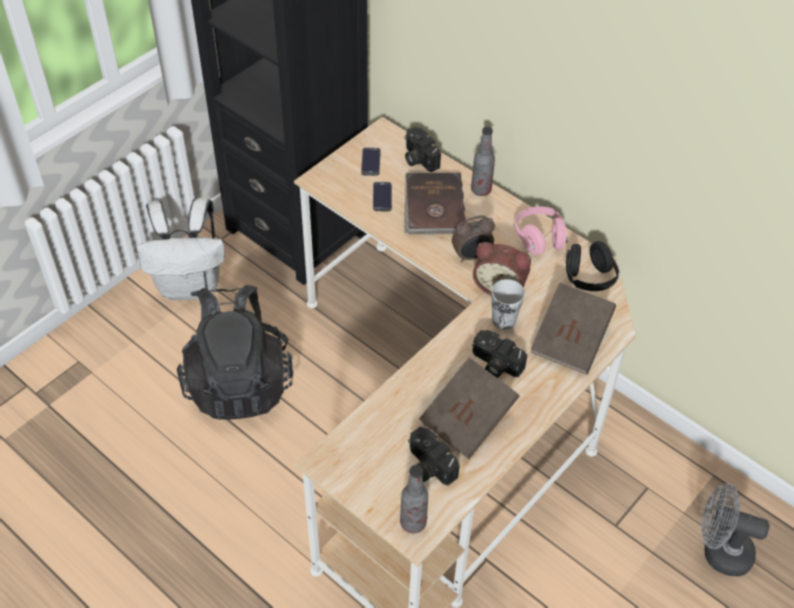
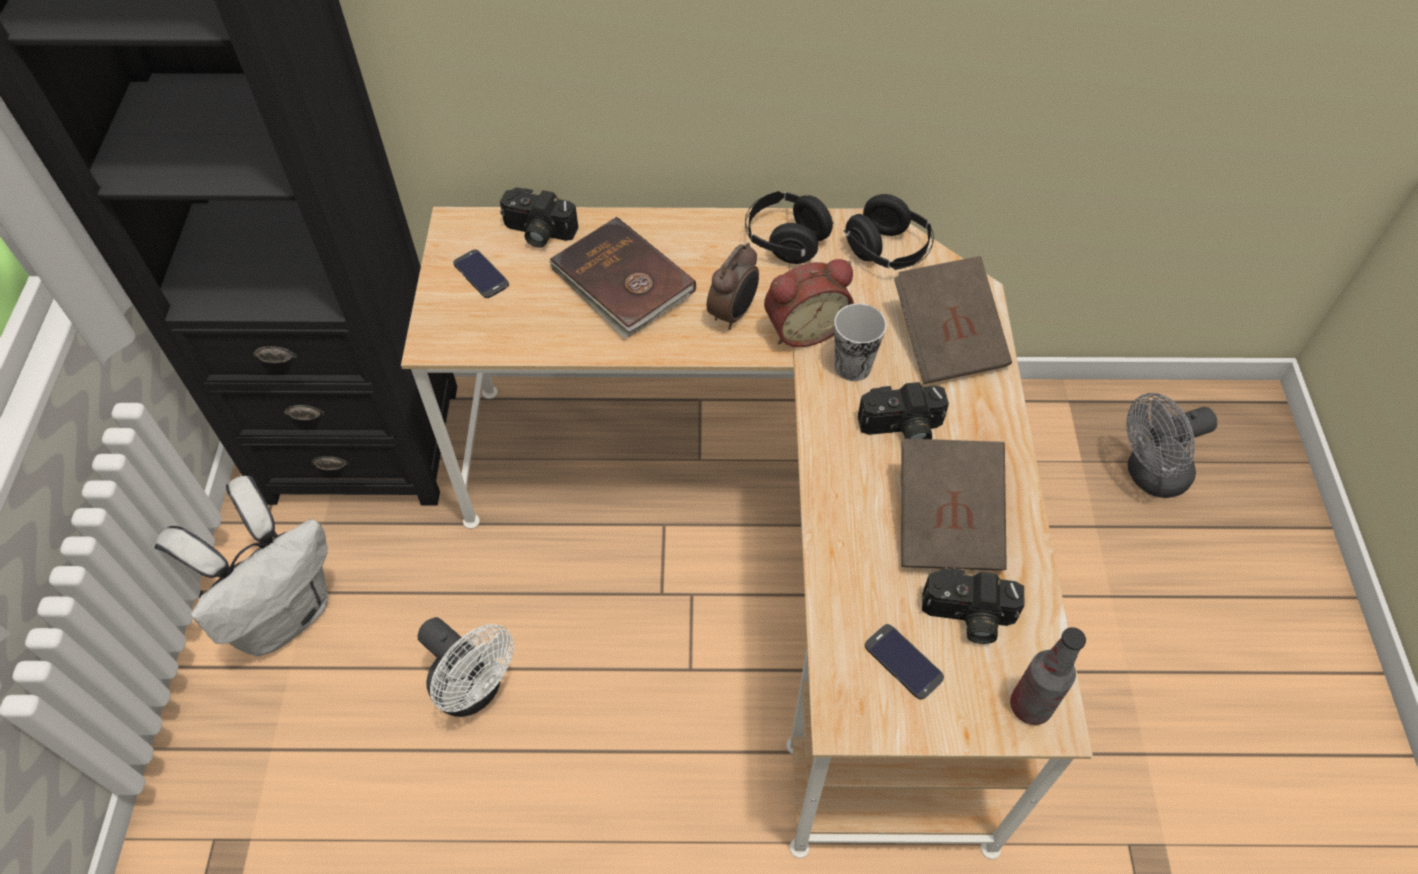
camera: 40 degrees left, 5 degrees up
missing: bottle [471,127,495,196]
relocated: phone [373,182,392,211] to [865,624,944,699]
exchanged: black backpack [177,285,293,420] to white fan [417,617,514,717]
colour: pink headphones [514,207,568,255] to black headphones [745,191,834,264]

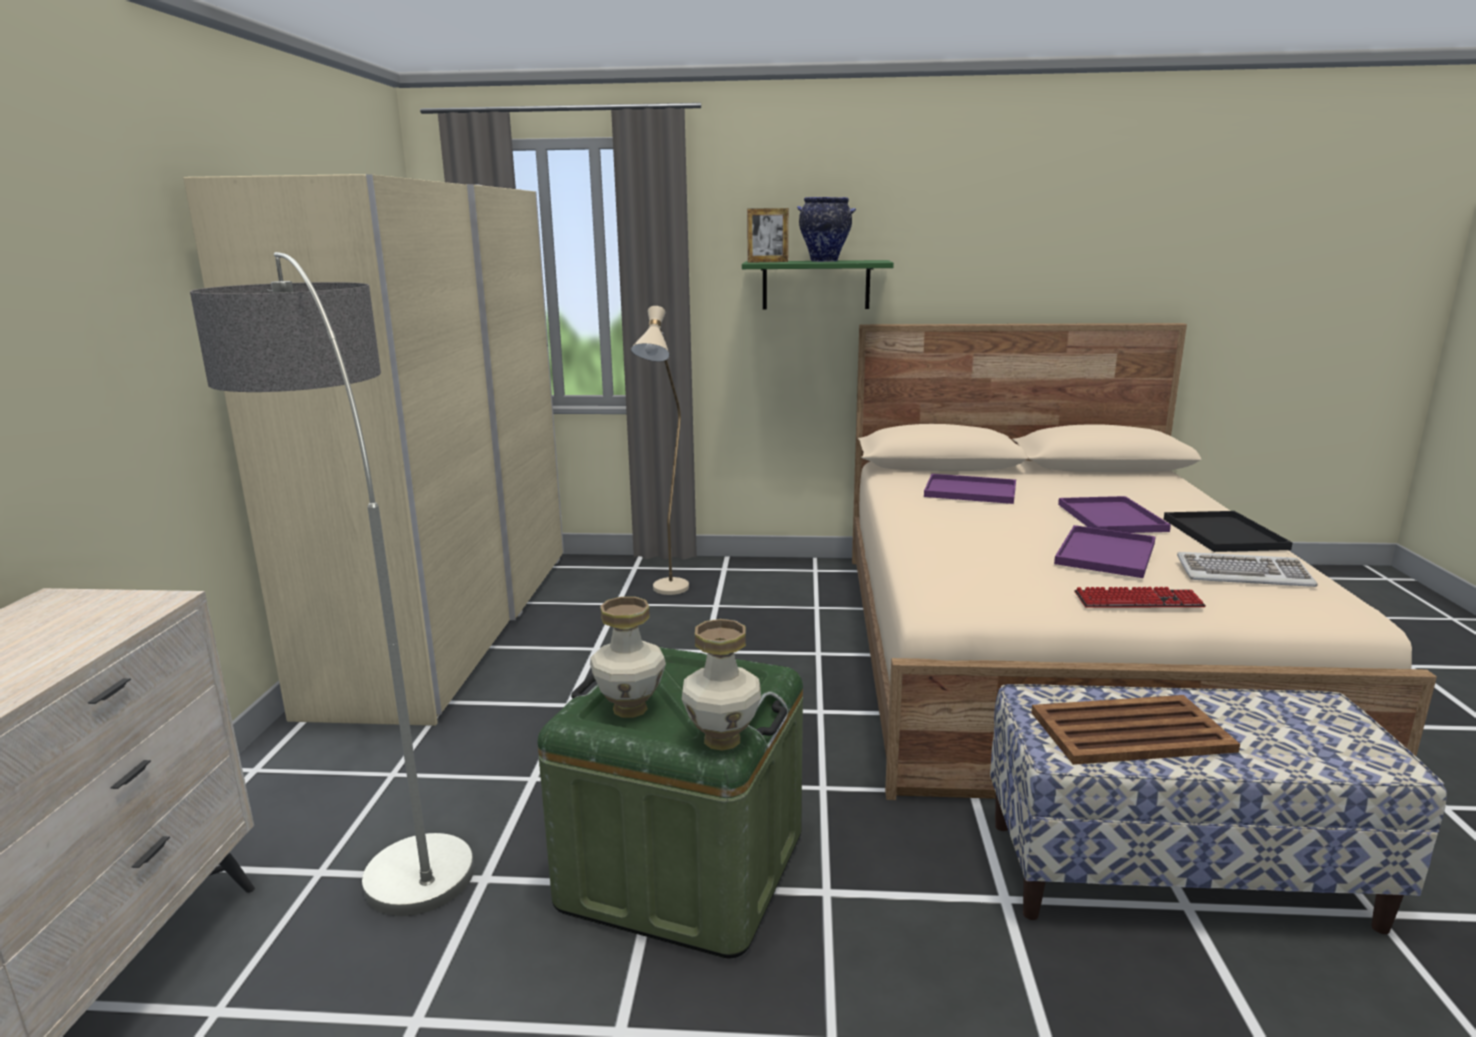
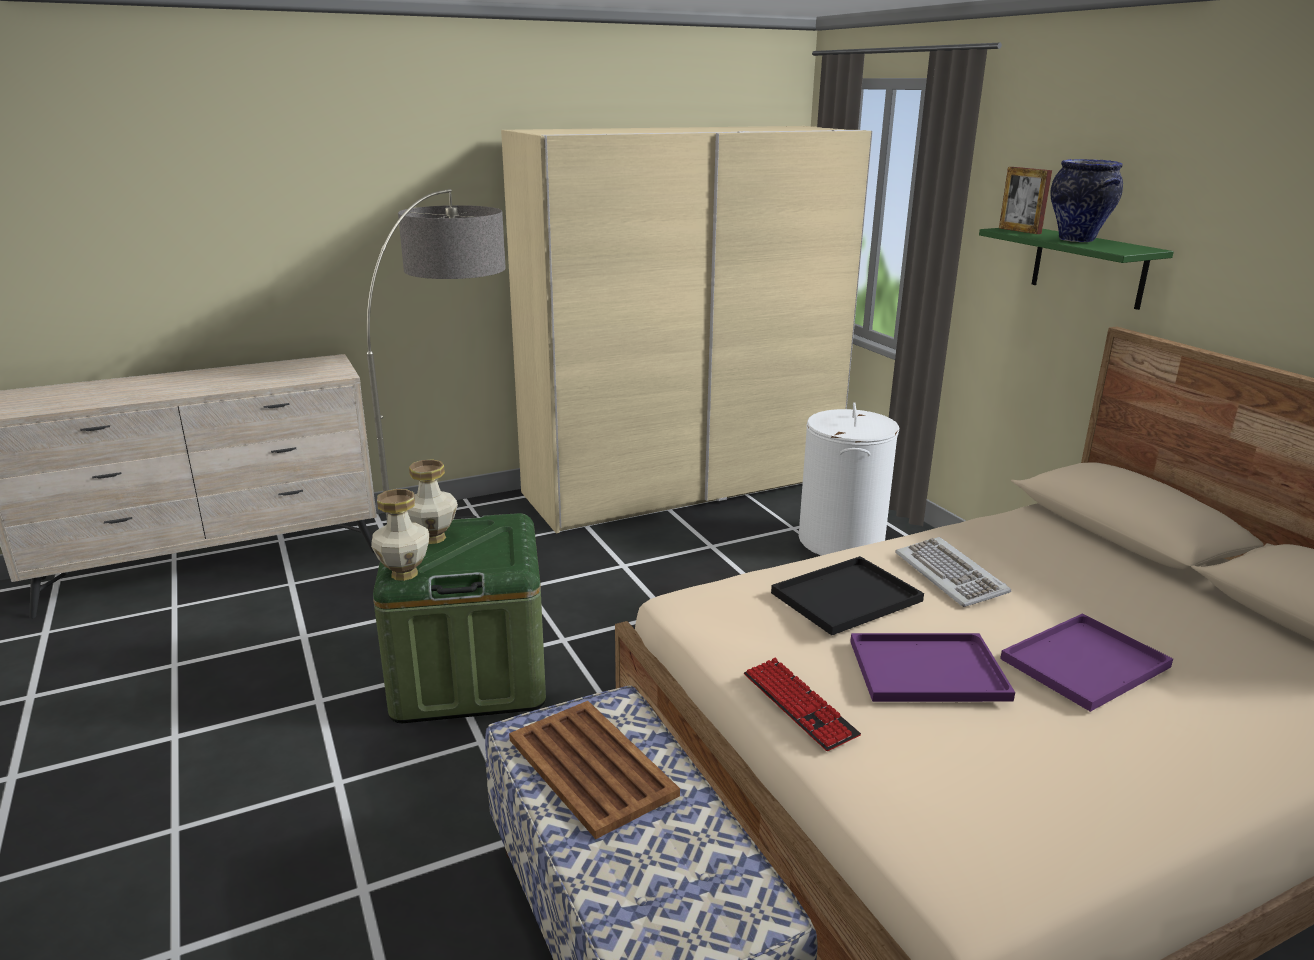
camera: 60 degrees right, 5 degrees up
missing: purple tray [924,474,1016,504]
relocated: black tray [1164,511,1293,552] to [771,556,924,635]; keyboard [1177,552,1318,587] to [895,537,1011,607]
exchanged: beige floor lamp [631,306,689,595] to white laundry basket [799,402,899,556]

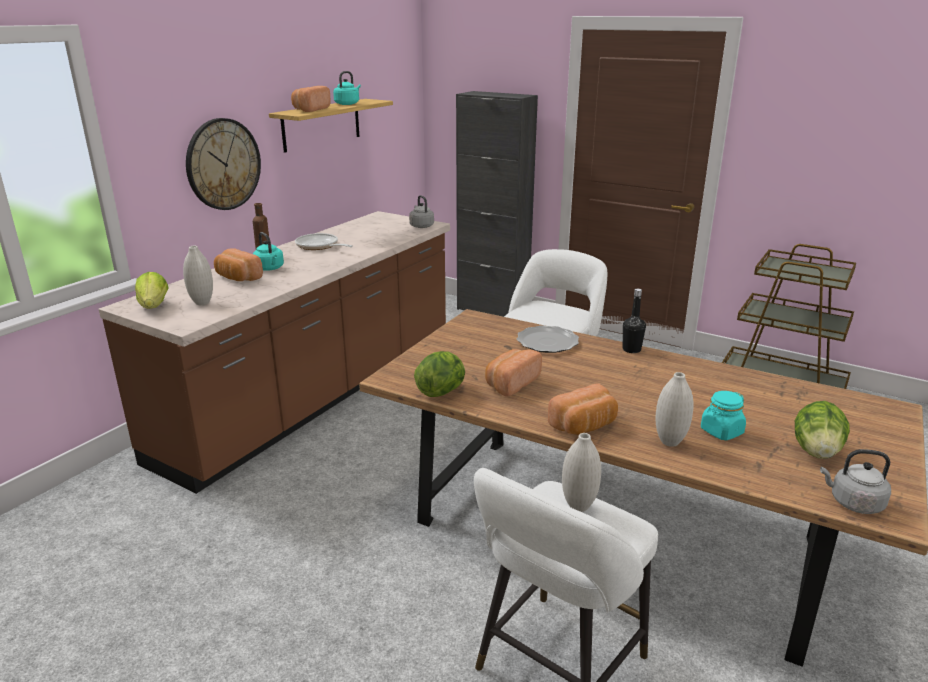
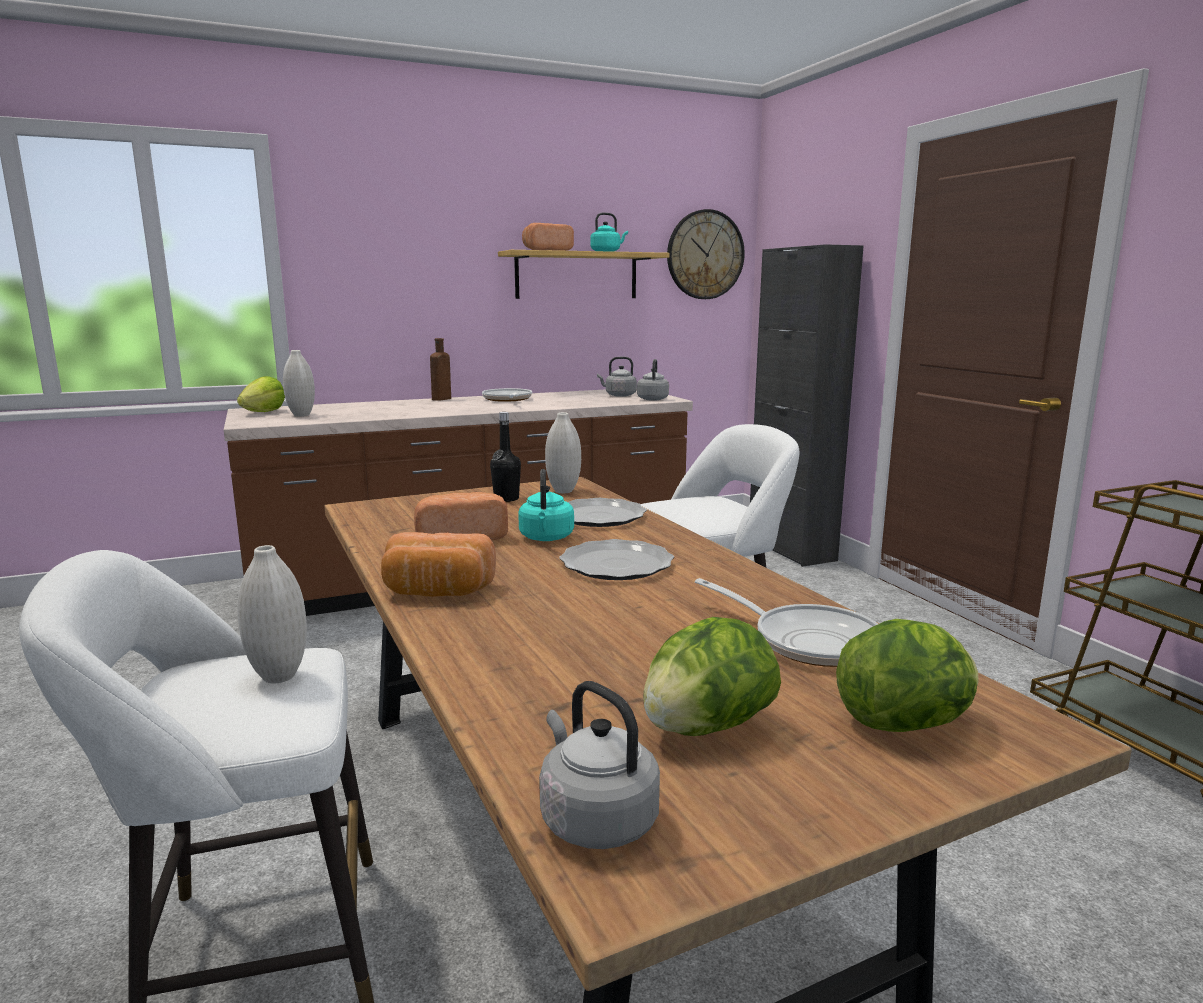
camera: 35 degrees right, 10 degrees down
missing: bread [214,248,263,281]; turquoise jar [701,391,746,440]
appeared: plate [559,539,674,580]; grey kettle [597,357,637,397]; frying pan [695,578,878,667]
relocated: wall clock [186,118,261,210] to [667,209,745,299]; turquoise kettle [253,232,284,271] to [518,469,574,541]; lettuce [414,351,465,397] to [836,619,979,732]; black bottle [623,289,646,353] to [490,412,521,502]; white vase [656,372,694,447] to [545,412,581,493]

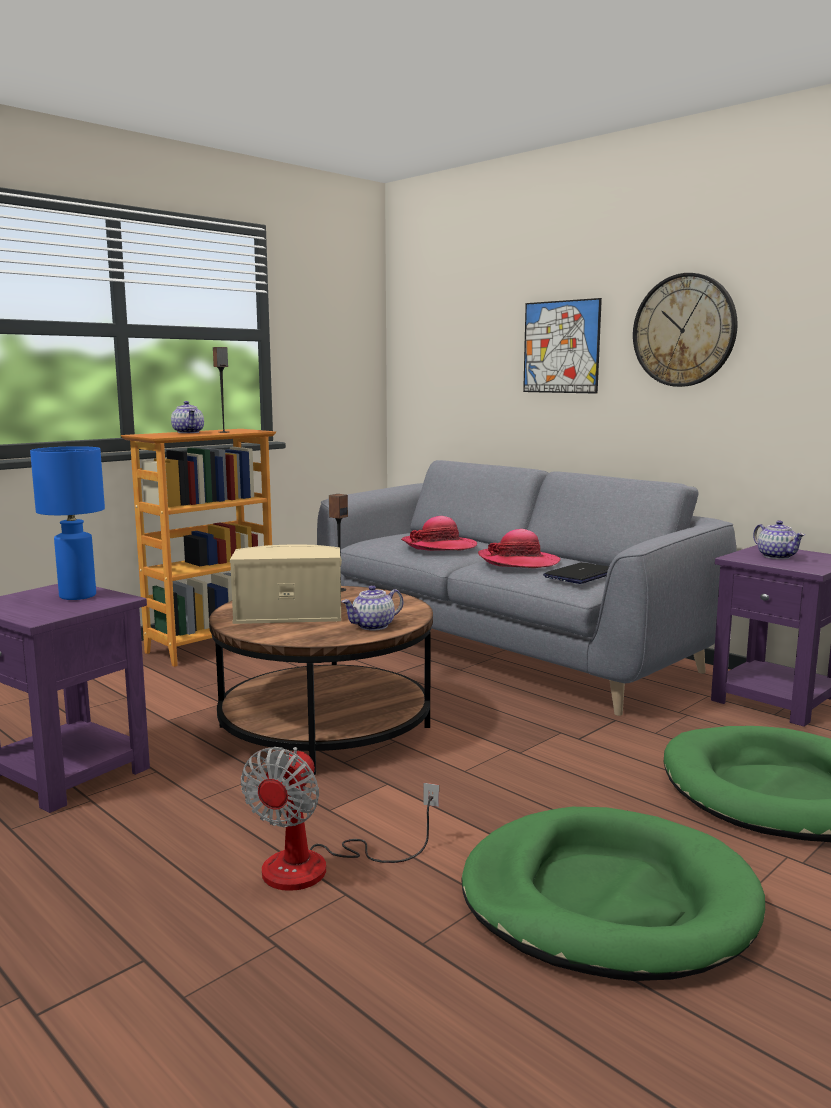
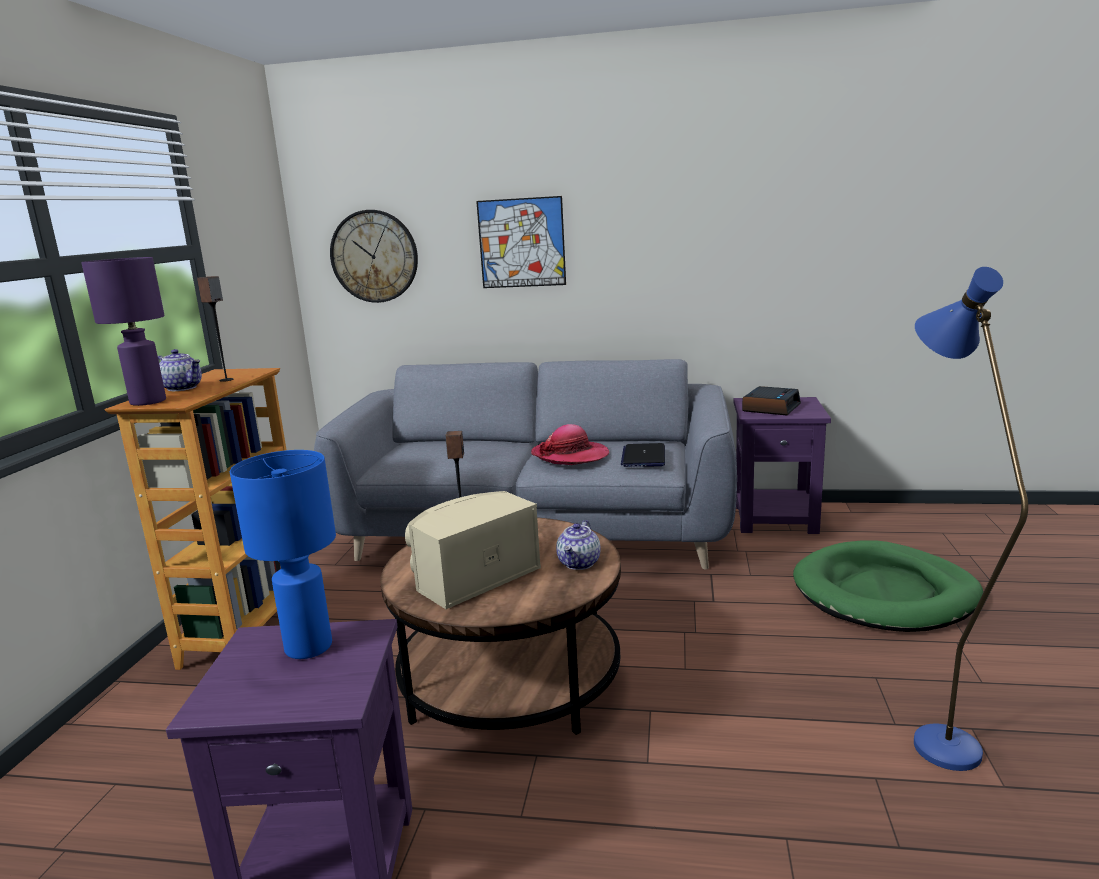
camera: 35 degrees left, 5 degrees up
missing: fan [241,747,439,891]; hat [401,516,477,551]
appeared: purple table lamp [81,257,166,406]
relocated: wall clock [633,273,738,387] to [330,210,418,303]
exchanged: green dog bed [461,807,765,981] to blue floor lamp [914,267,1028,771]; teapot [753,520,805,559] to alarm clock [742,386,801,415]

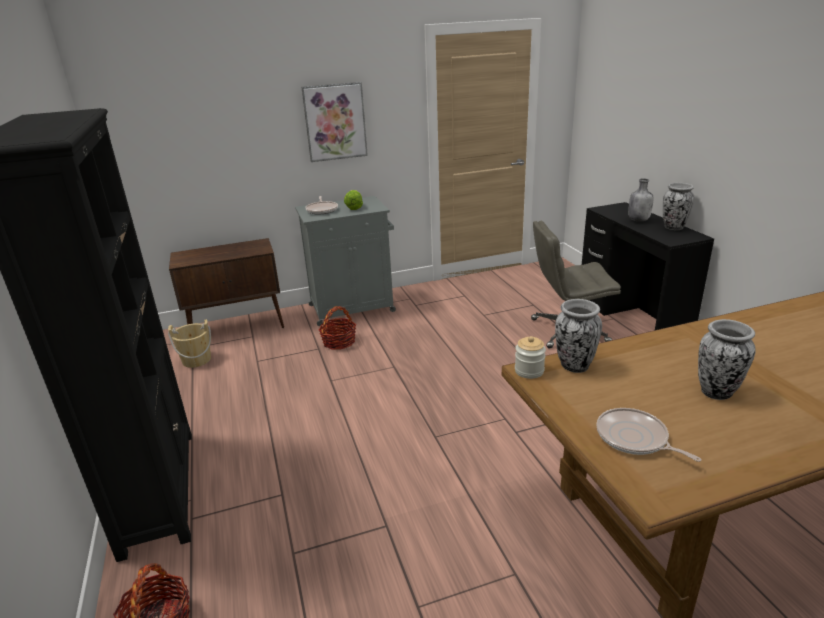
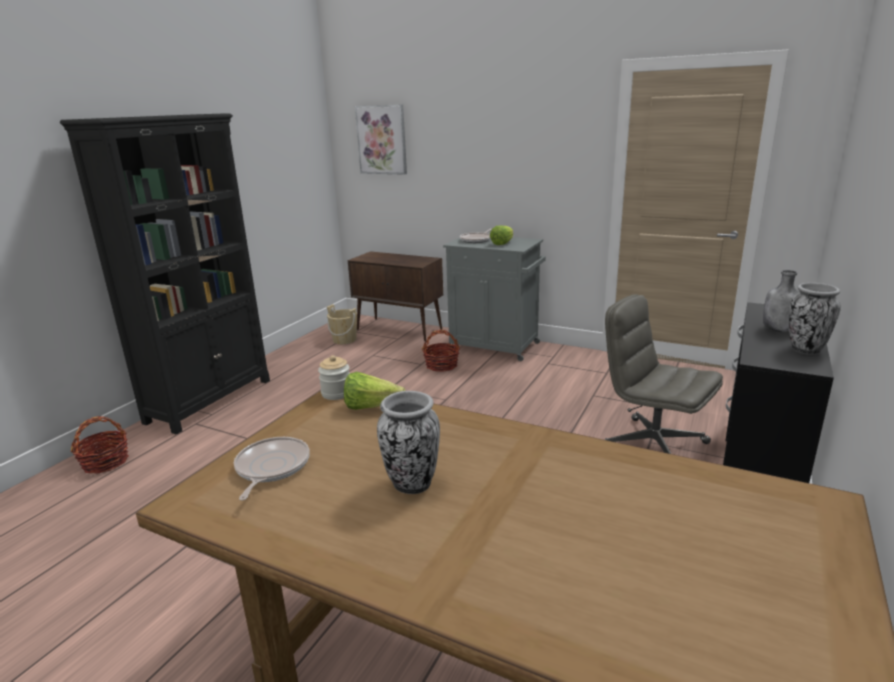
camera: 45 degrees right, 5 degrees down
relocated: picture [302,82,368,162] to [355,105,407,175]
exchanged: vase [555,299,602,373] to lettuce [344,372,405,410]

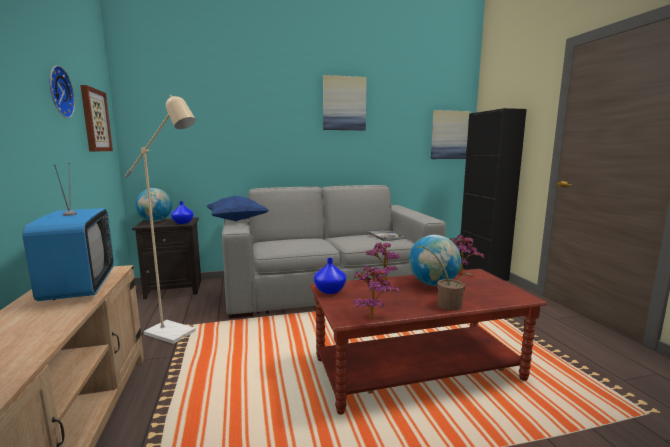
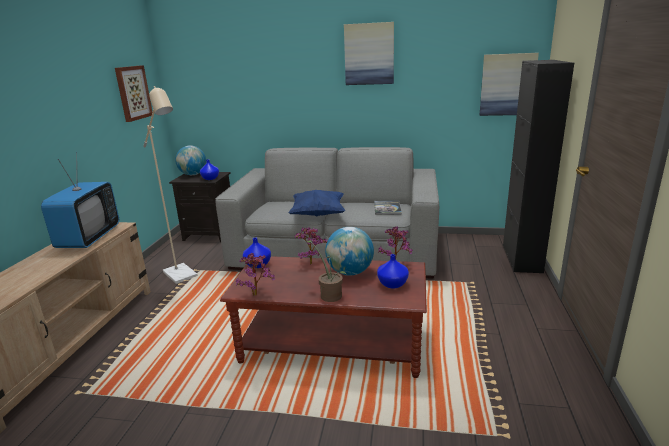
camera: 25 degrees right, 10 degrees up
missing: wall clock [50,65,75,118]
appeared: blue vase [377,254,409,289]
relocated: blue pillow [207,196,269,221] to [288,190,346,216]

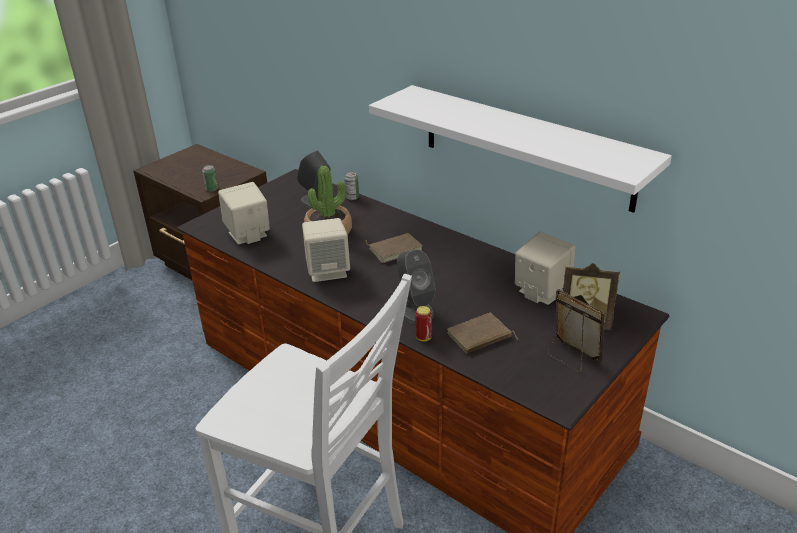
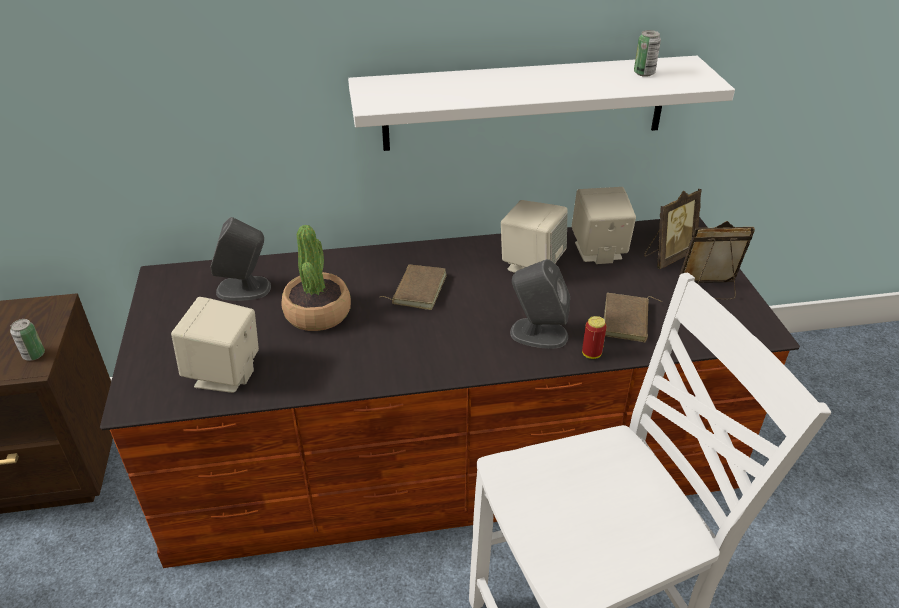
camera: 50 degrees left, 5 degrees up
relocated: beige speaker [302,218,350,282] to [501,200,567,273]; can [344,172,359,200] to [634,30,661,77]

